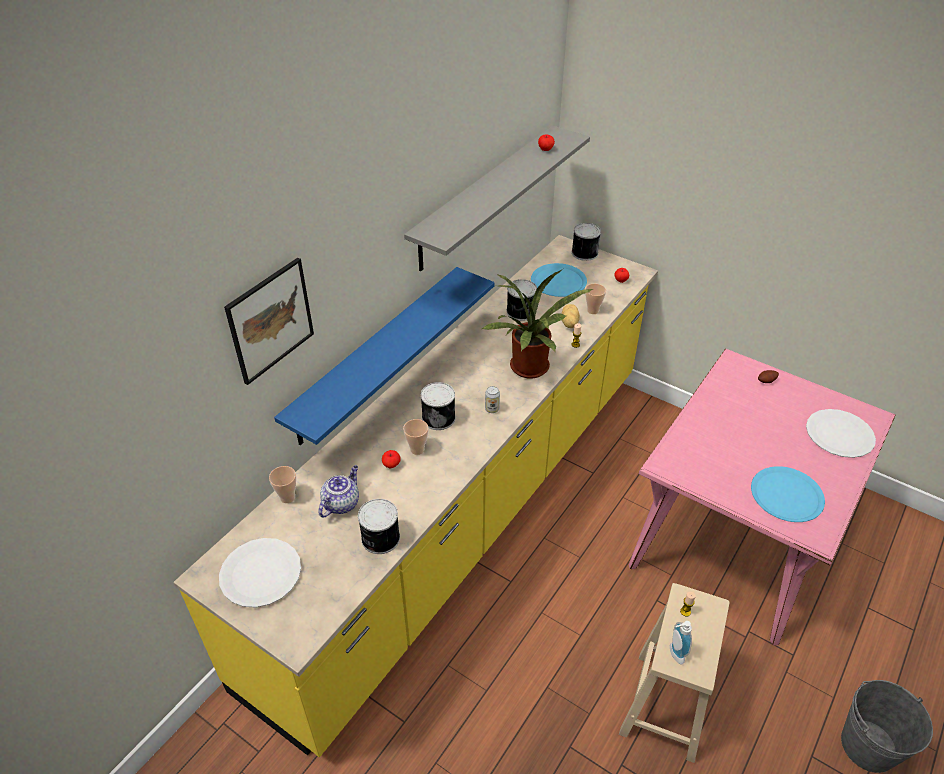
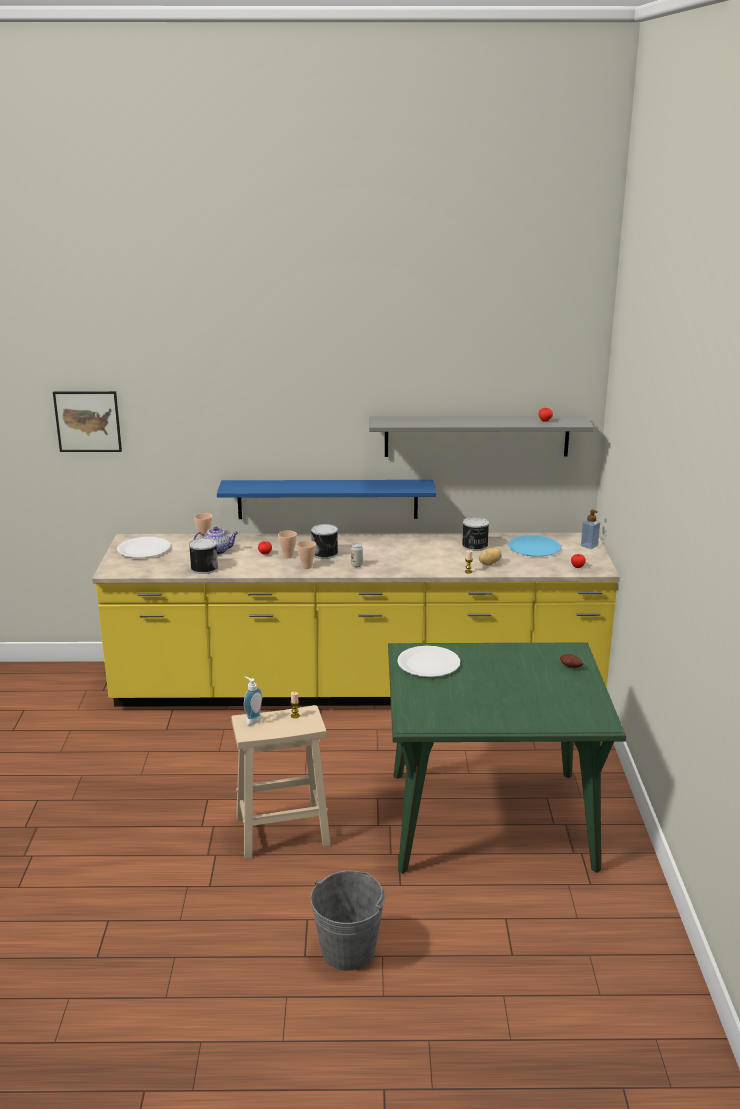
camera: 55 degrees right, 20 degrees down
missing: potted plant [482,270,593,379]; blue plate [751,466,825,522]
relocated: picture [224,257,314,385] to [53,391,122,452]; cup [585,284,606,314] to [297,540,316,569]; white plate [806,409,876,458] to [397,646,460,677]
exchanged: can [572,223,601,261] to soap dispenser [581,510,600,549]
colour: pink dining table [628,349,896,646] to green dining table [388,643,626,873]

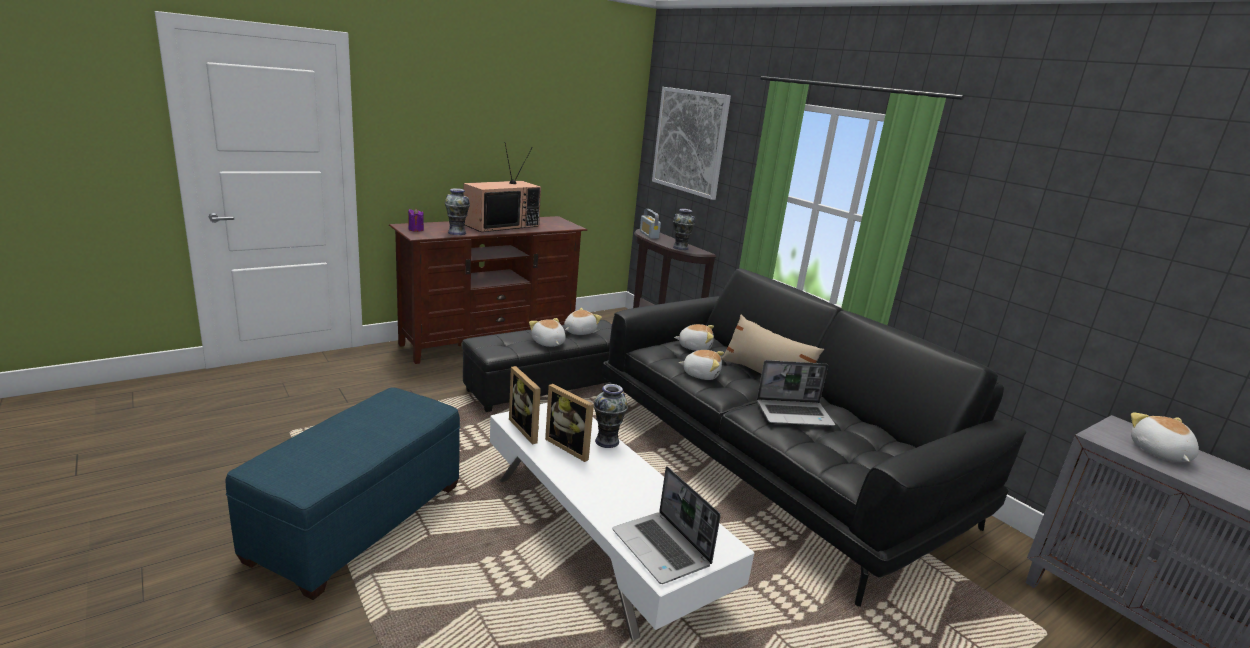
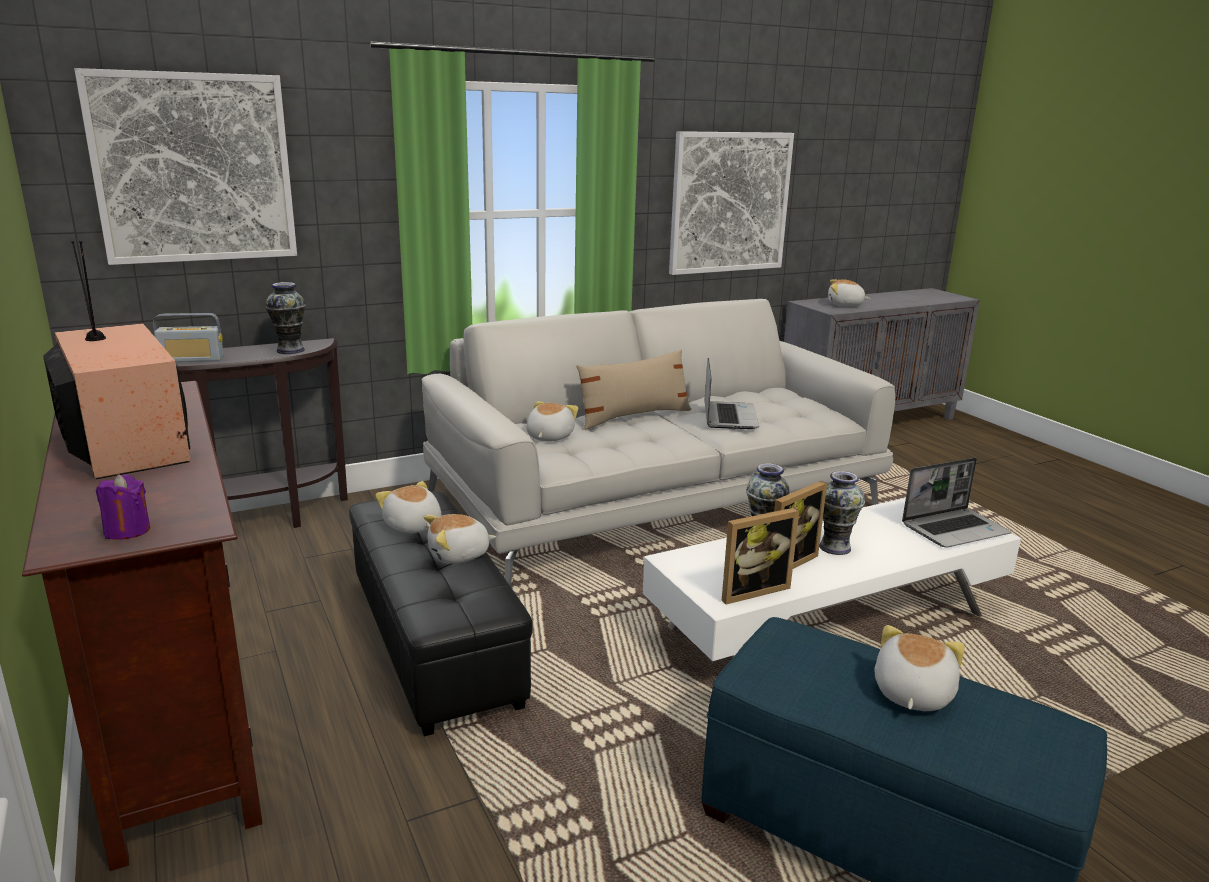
camera: 80 degrees left, 0 degrees up
appeared: picture [669,131,794,275]
relocated: vase [445,188,470,235] to [819,471,865,555]; plush toy [679,350,724,380] to [875,625,965,711]
colour: black sofa [602,268,1026,607] to white sofa [422,299,895,587]

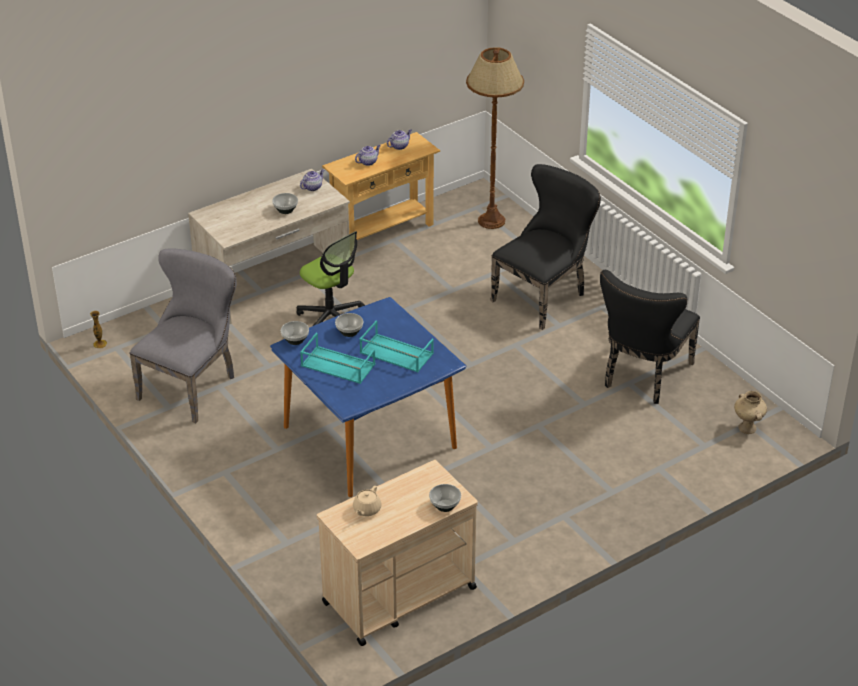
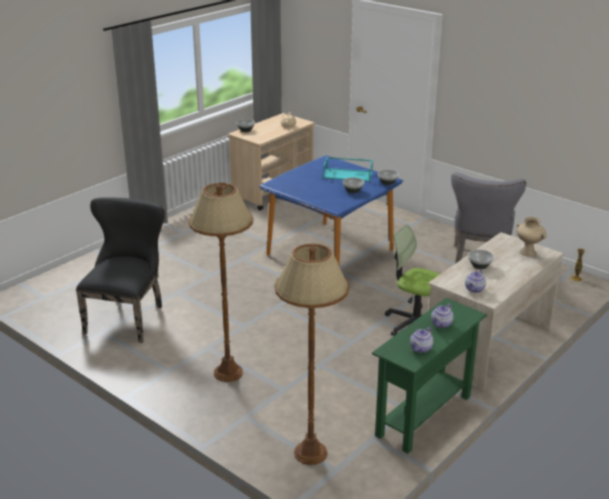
camera: 165 degrees right, 10 degrees down
missing: turquoise tray [359,320,434,372]
relocated: beige vase [734,391,767,434] to [516,217,547,257]
exchanged: black chair [490,164,601,330] to brown floor lamp [188,183,253,382]
colour: beige console table [322,132,440,240] to green console table [372,298,487,454]

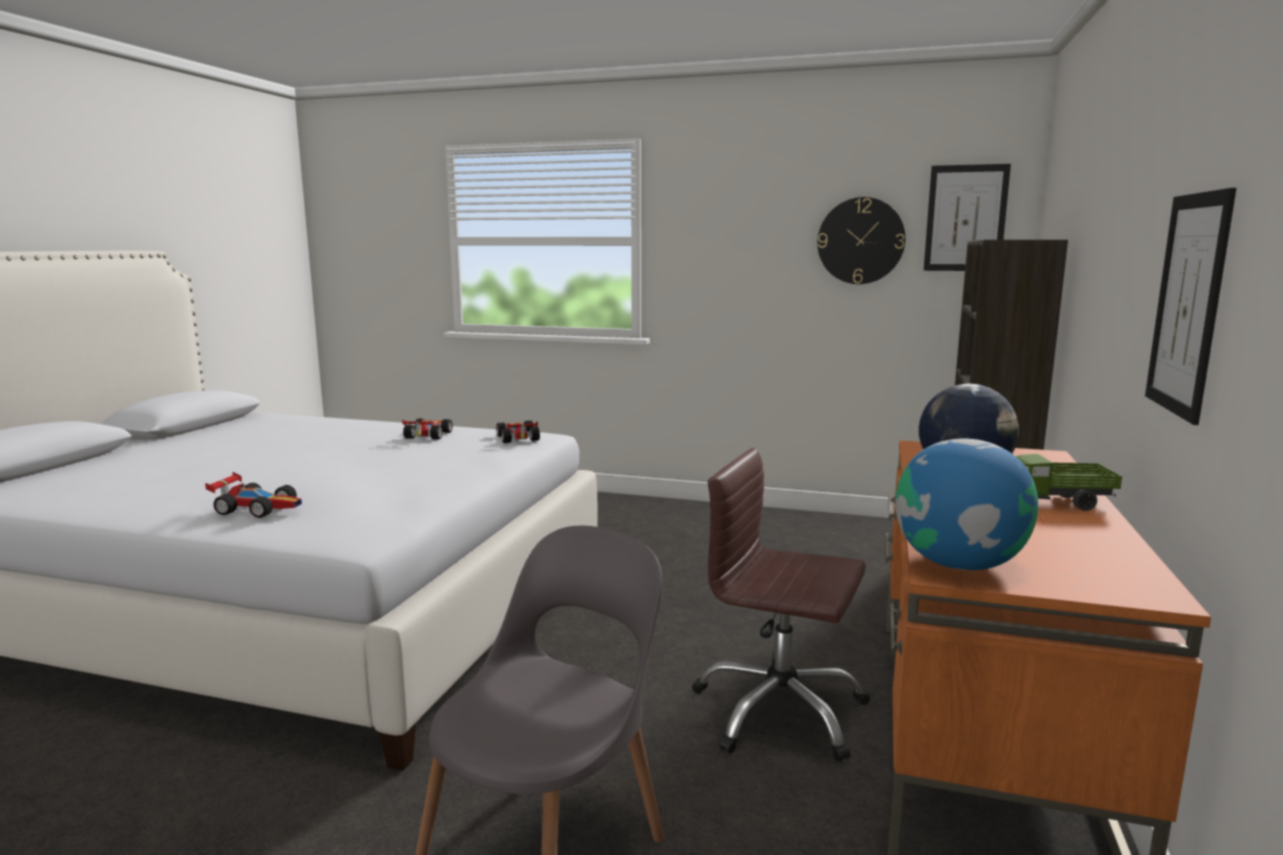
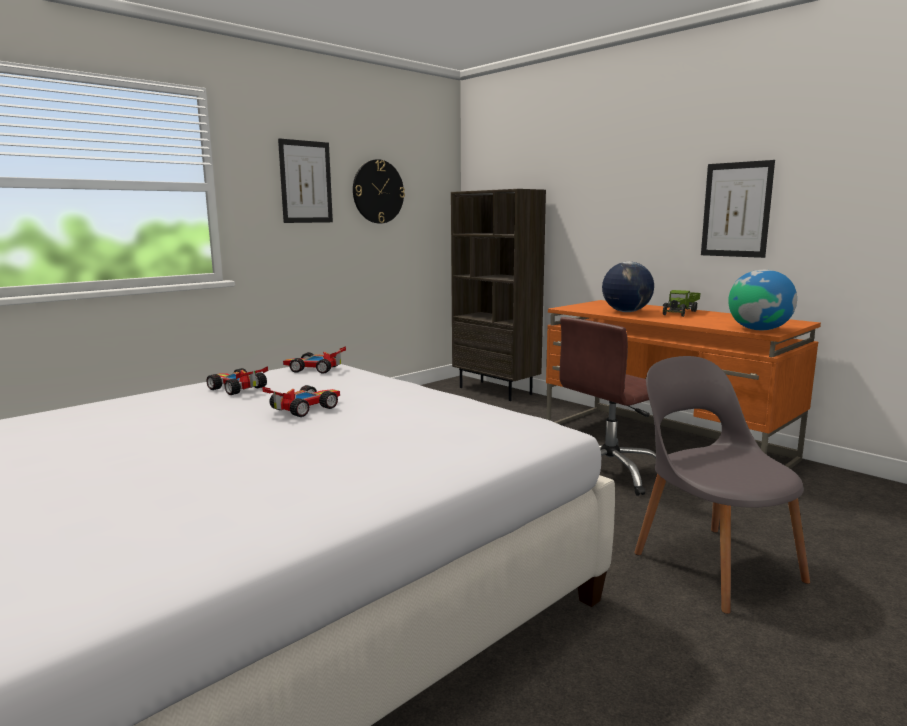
camera: 60 degrees left, 0 degrees up
relocated: toy car [205,472,302,518] to [262,385,340,417]; picture [924,164,1011,271] to [278,138,333,223]

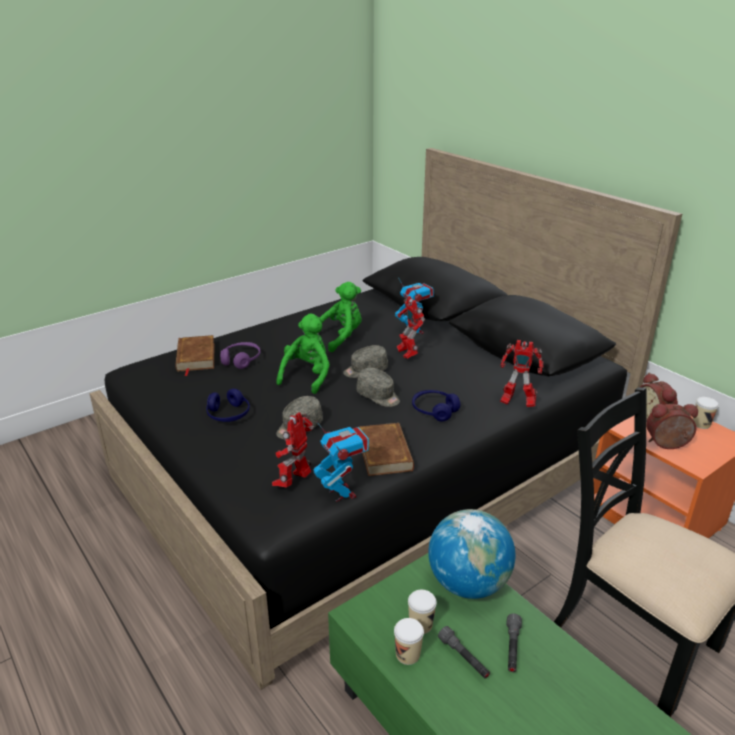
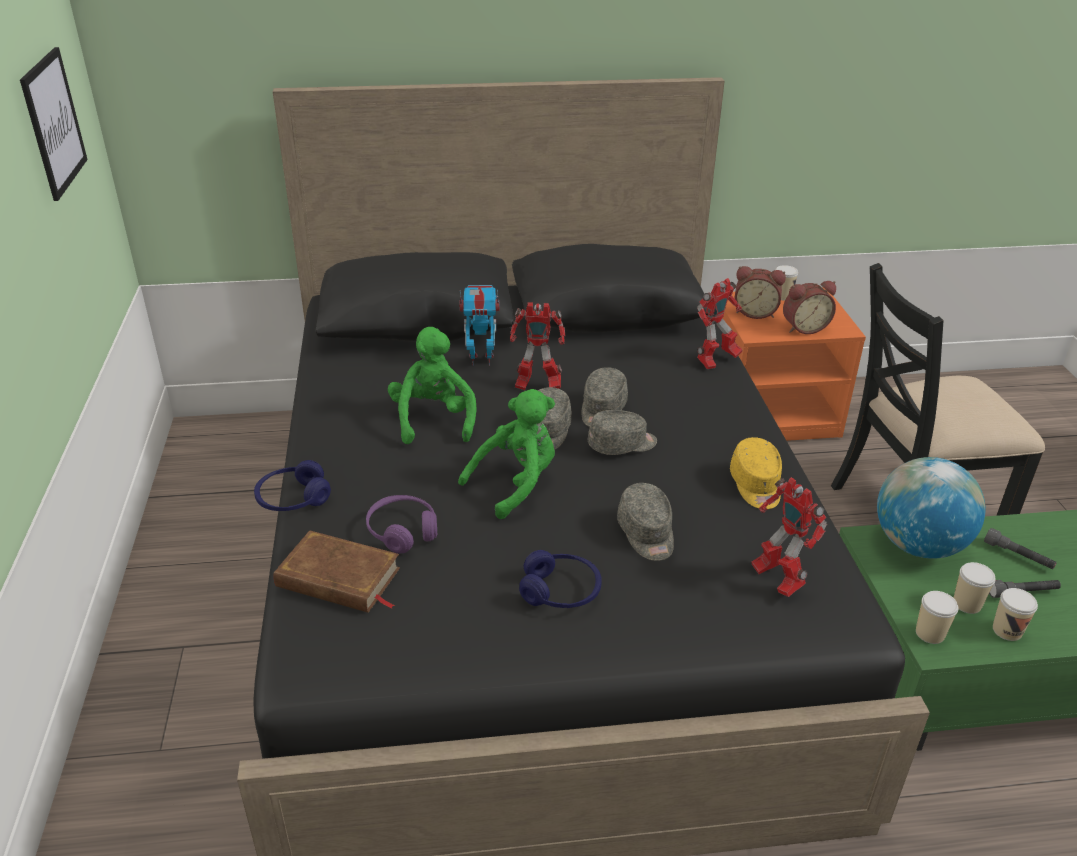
camera: 60 degrees left, 5 degrees up
missing: toy robot [313,422,369,502]
appeared: picture [20,47,88,201]; grey cap [582,367,628,427]; cup [916,591,959,644]
relocated: blue headphones [412,390,460,421] to [254,460,331,511]
exchanged: brown book [359,423,414,476] to yellow cap [730,437,782,509]
spun: green plush toy [276,314,330,394] = [458,389,555,519] 90 degrees clockwise; alarm clock [646,404,698,449] = [783,281,836,334] 135 degrees counterclockwise

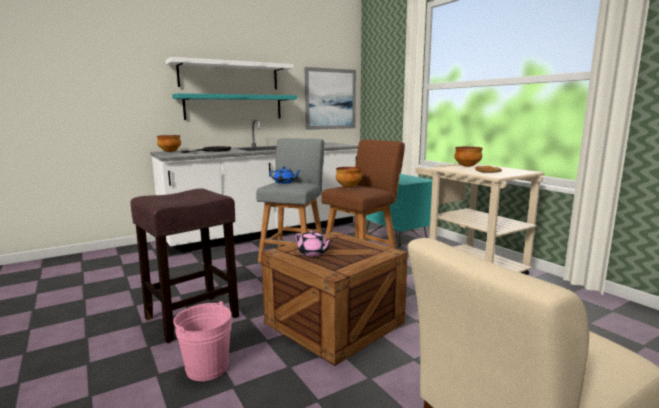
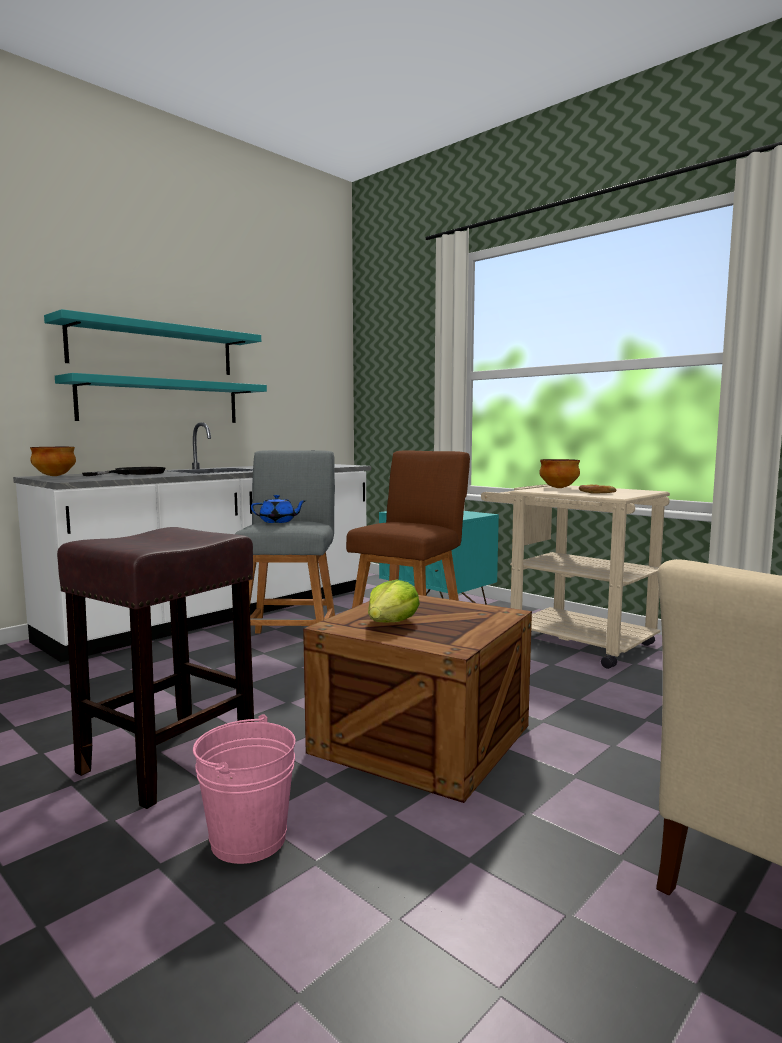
camera: 15 degrees left, 5 degrees down
missing: picture [305,67,356,130]; bowl [336,167,362,188]
exchanged: pink teapot [295,230,333,256] to lettuce [368,580,420,622]
colour: white shelf [166,57,294,89] to turquoise shelf [44,309,261,375]

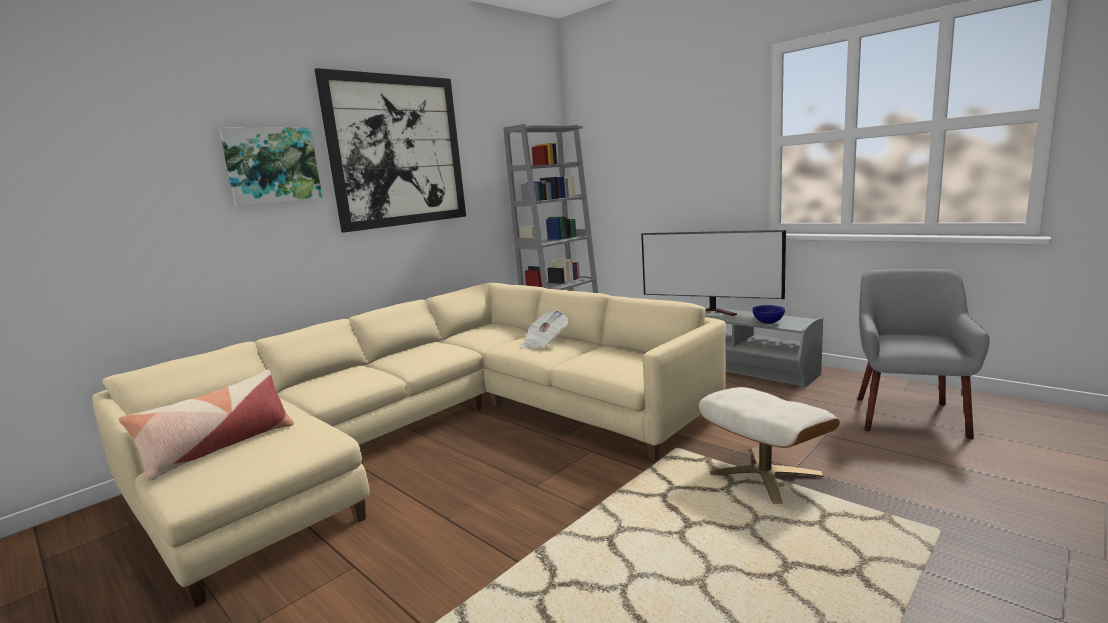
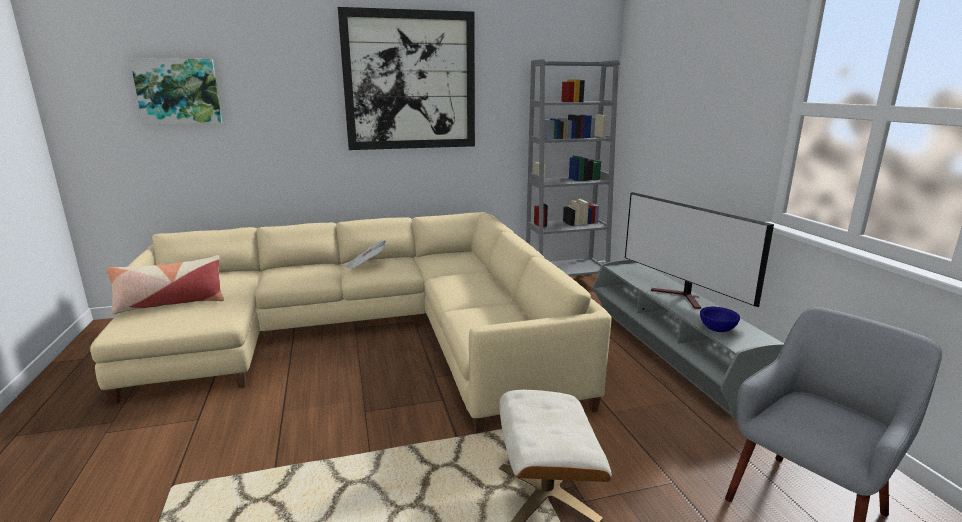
camera: 30 degrees right, 5 degrees up
relocated: picture [219,127,323,206] to [130,58,222,125]; newspaper [520,310,569,349] to [344,241,387,270]

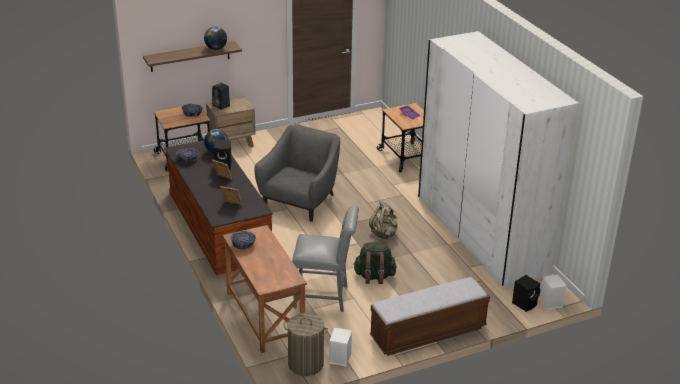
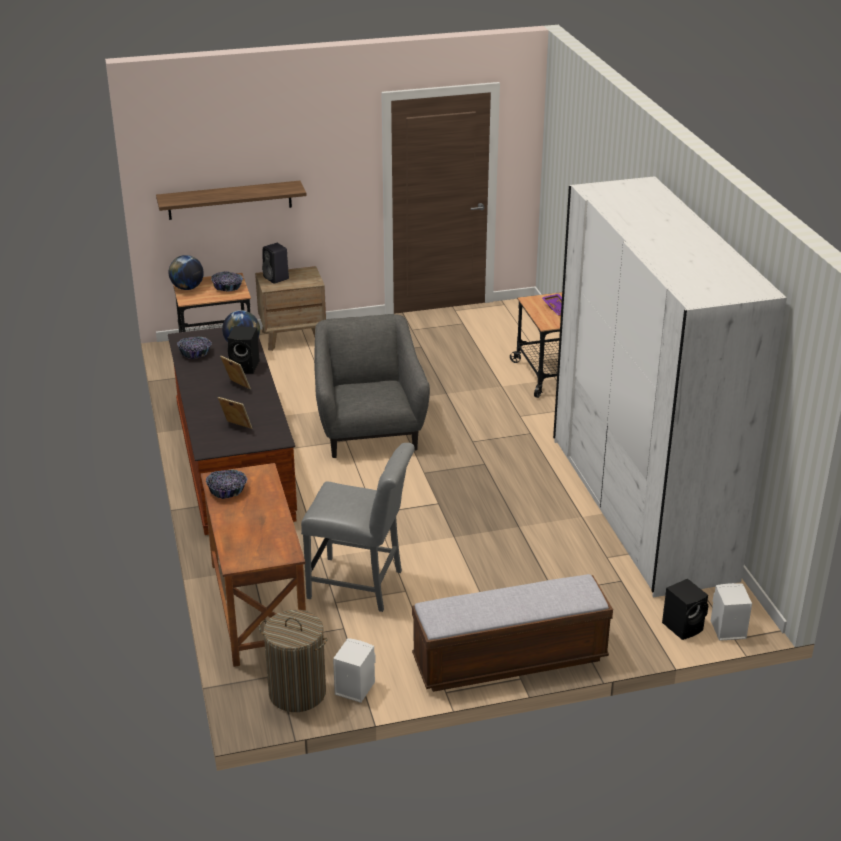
camera: 10 degrees right, 0 degrees up
missing: green backpack [353,242,397,284]; beige backpack [369,202,398,239]
relocated: globe [204,27,227,50] to [169,255,204,290]
spun: grey armchair [254,125,340,221] = [314,314,430,458] 45 degrees counterclockwise

